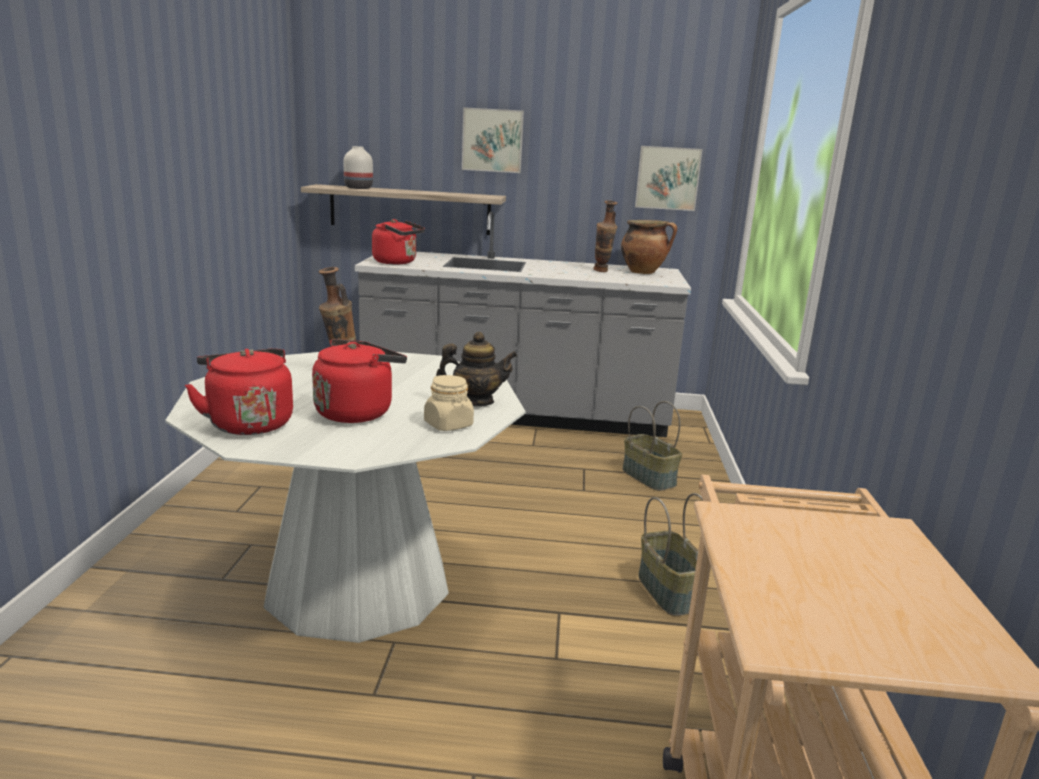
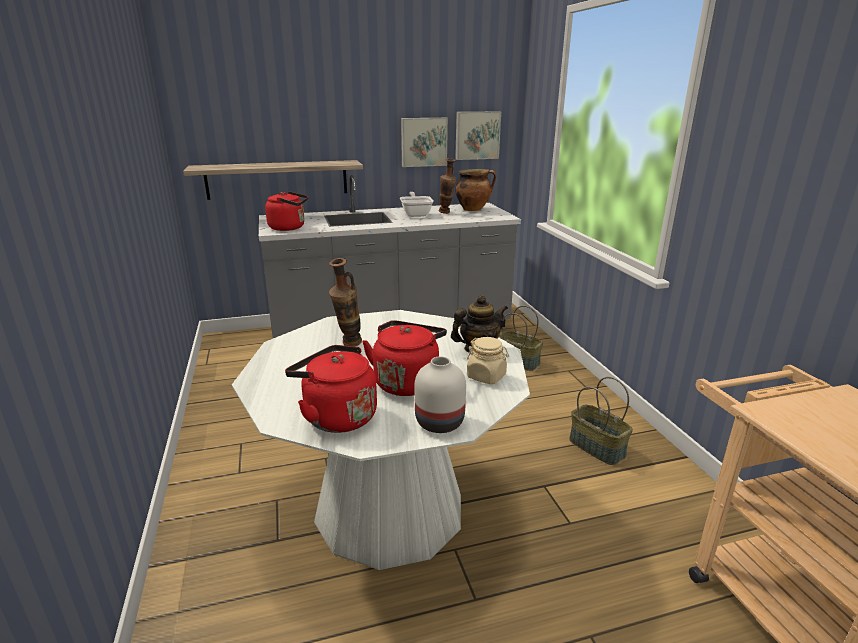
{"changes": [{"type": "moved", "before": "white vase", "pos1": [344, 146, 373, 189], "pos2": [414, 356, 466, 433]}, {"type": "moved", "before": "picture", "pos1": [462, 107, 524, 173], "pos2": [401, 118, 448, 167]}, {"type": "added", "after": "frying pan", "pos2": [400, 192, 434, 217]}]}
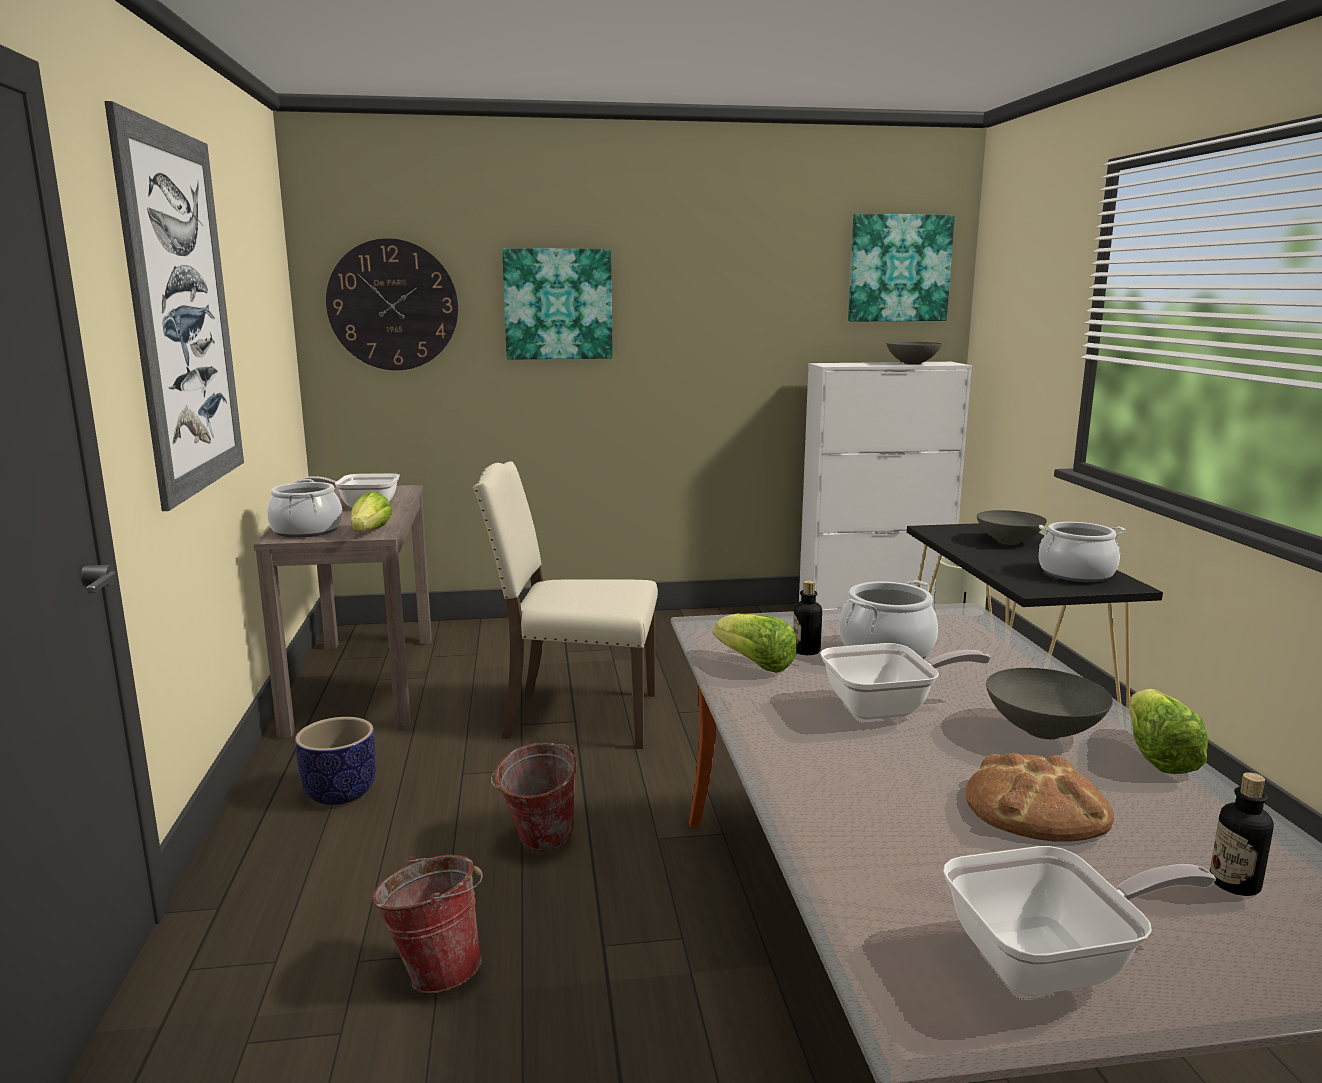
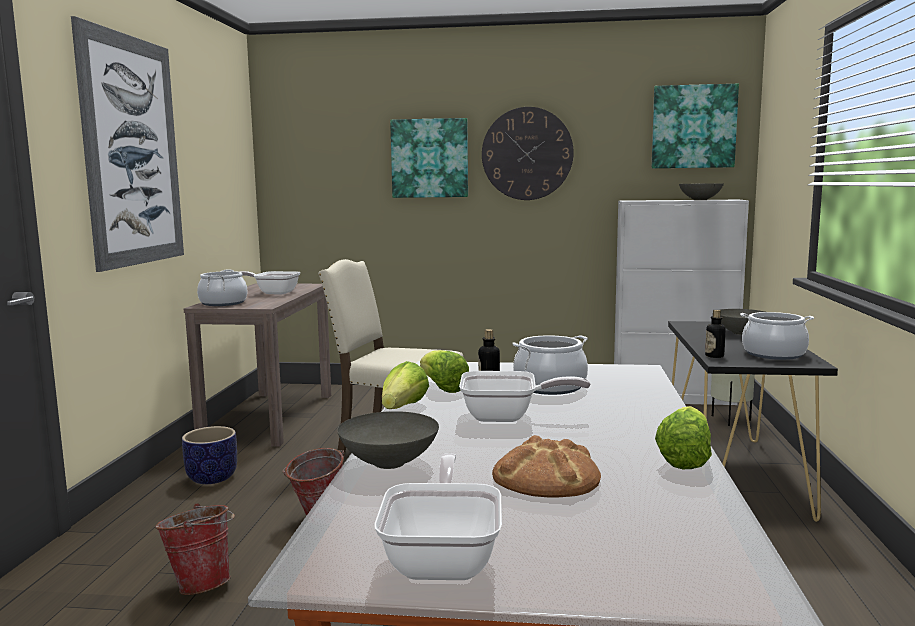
{"changes": [{"type": "moved", "before": "wall clock", "pos1": [326, 238, 458, 370], "pos2": [482, 107, 574, 200]}, {"type": "moved", "before": "lettuce", "pos1": [351, 491, 392, 531], "pos2": [382, 361, 429, 409]}, {"type": "turned", "before": "frying pan", "pos1": [943, 846, 1216, 996], "pos2": [374, 453, 502, 580], "turn": -90}, {"type": "moved", "before": "grey bowl", "pos1": [986, 668, 1113, 739], "pos2": [337, 411, 439, 469]}, {"type": "moved", "before": "bottle", "pos1": [1210, 772, 1274, 896], "pos2": [705, 310, 726, 358]}]}
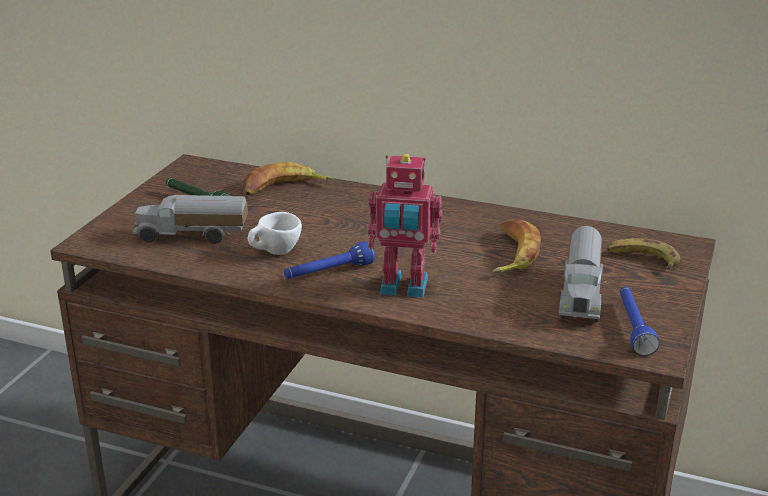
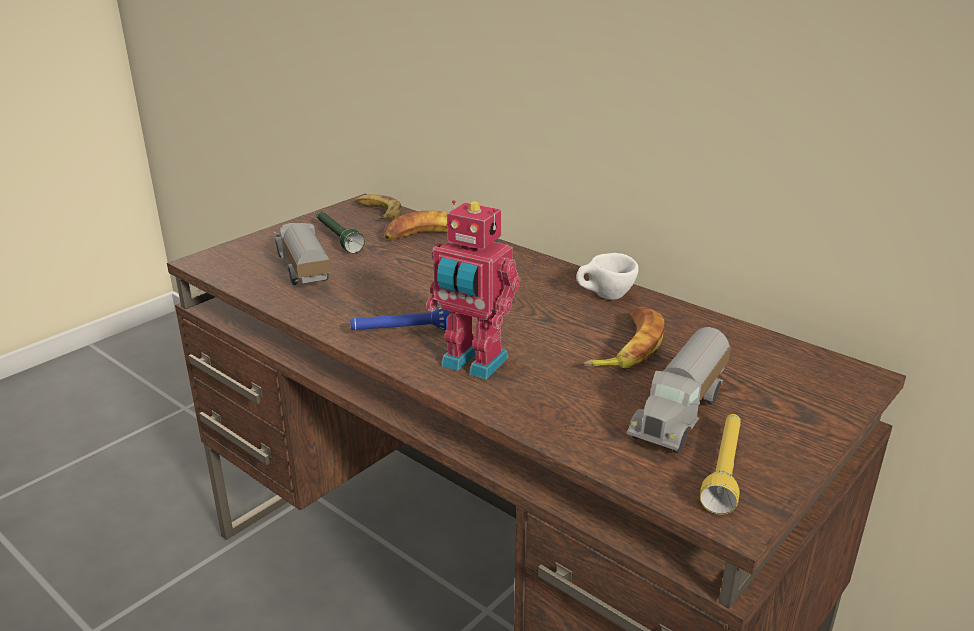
{"changes": [{"type": "turned", "before": "toy truck", "pos1": [133, 195, 248, 244], "pos2": [274, 223, 331, 285], "turn": 45}, {"type": "moved", "before": "white cup", "pos1": [248, 212, 302, 255], "pos2": [576, 253, 639, 300]}, {"type": "moved", "before": "banana", "pos1": [606, 238, 680, 269], "pos2": [355, 194, 402, 220]}, {"type": "recoloured", "before": "blue flashlight", "after": "yellow flashlight", "pos1": [620, 287, 659, 356], "pos2": [700, 414, 741, 515]}]}
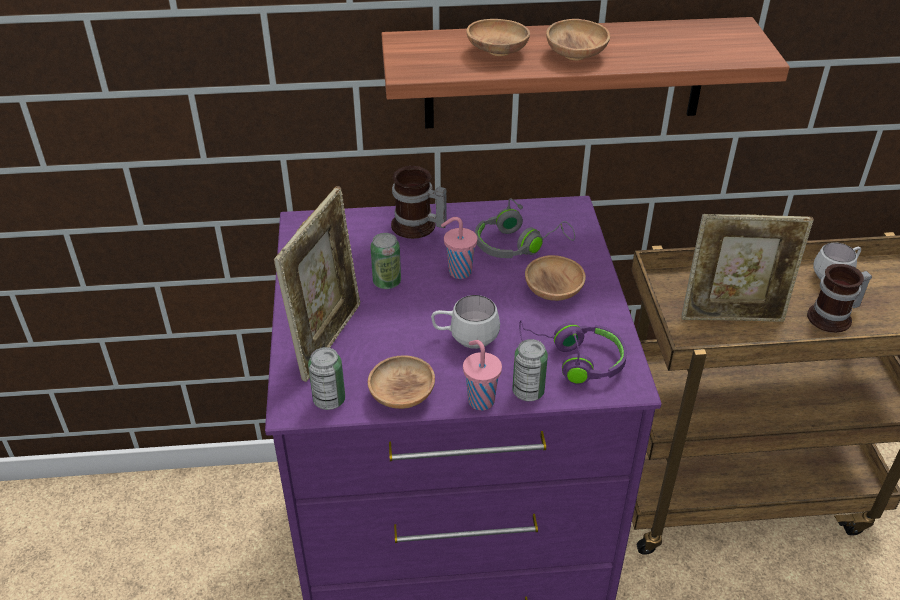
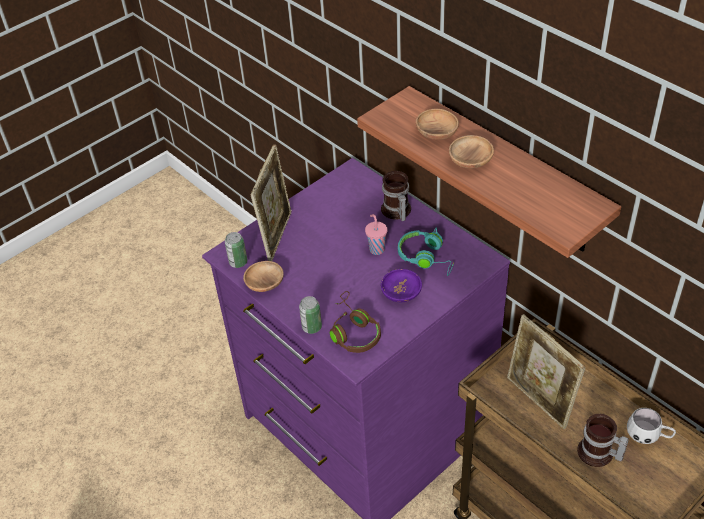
{"changes": [{"type": "turned", "before": "picture frame", "pos1": [274, 186, 361, 382], "pos2": [250, 145, 292, 261], "turn": -60}, {"type": "removed", "before": "can", "pos1": [370, 233, 401, 289]}, {"type": "removed", "before": "white mug", "pos1": [431, 295, 500, 349]}, {"type": "removed", "before": "pink cup", "pos1": [463, 340, 502, 410]}, {"type": "recoloured", "before": "grey headphones", "after": "turquoise headphones", "pos1": [475, 198, 575, 258], "pos2": [398, 227, 454, 276]}, {"type": "recoloured", "before": "purple headphones", "after": "brown headphones", "pos1": [519, 320, 627, 385], "pos2": [330, 291, 381, 353]}, {"type": "recoloured", "before": "brown bowl", "after": "purple bowl", "pos1": [525, 255, 586, 301], "pos2": [381, 269, 422, 302]}]}
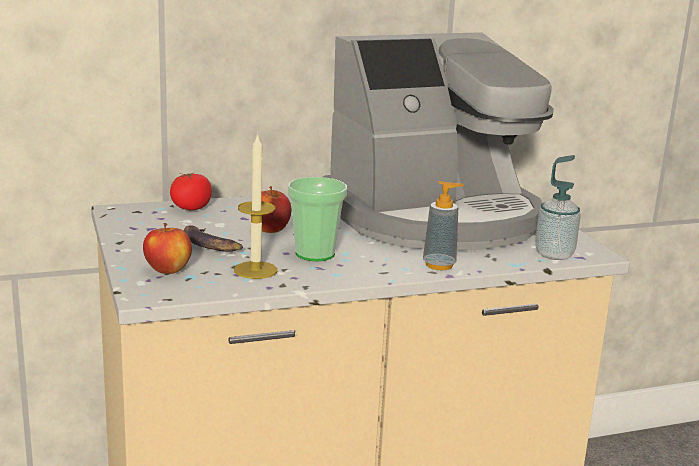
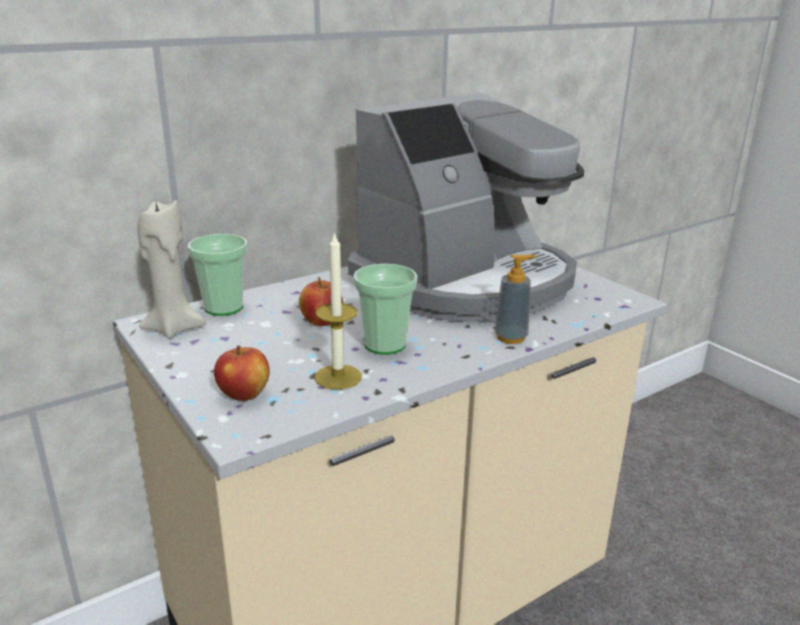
{"changes": [{"type": "replaced", "before": "tomato", "after": "cup", "pos1": [170, 173, 212, 210], "pos2": [188, 234, 247, 316]}, {"type": "removed", "before": "banana", "pos1": [183, 225, 243, 252]}, {"type": "removed", "before": "soap dispenser", "pos1": [535, 155, 581, 260]}, {"type": "added", "after": "beige candle", "pos2": [137, 198, 206, 339]}]}
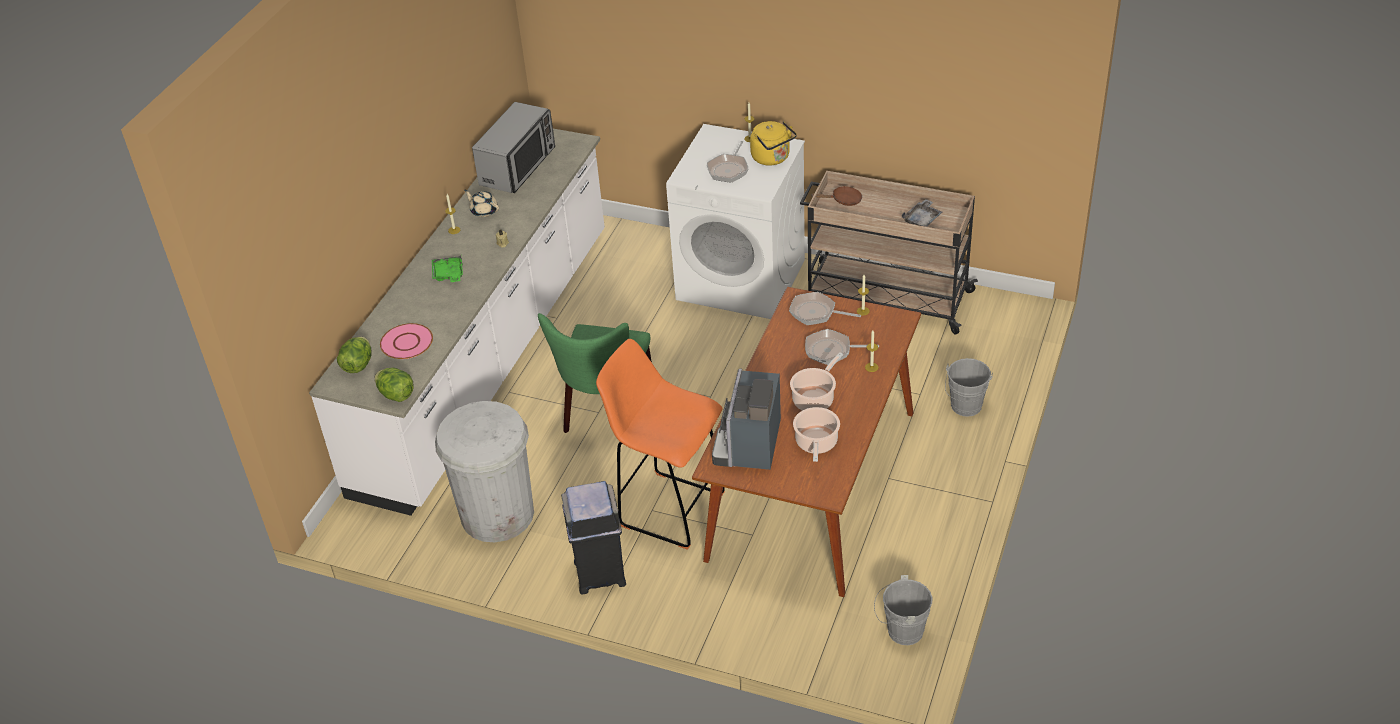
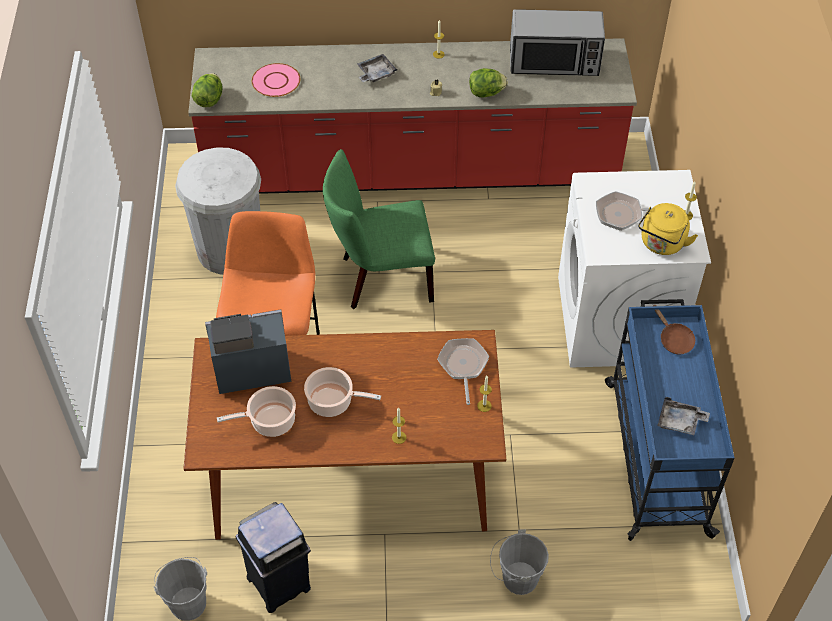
{"changes": [{"type": "recoloured", "before": "white counter", "after": "red counter", "pos1": [309, 129, 605, 516], "pos2": [188, 38, 637, 194]}, {"type": "moved", "before": "lettuce", "pos1": [337, 337, 371, 373], "pos2": [469, 68, 508, 97]}, {"type": "recoloured", "before": "green tray", "after": "grey tray", "pos1": [432, 256, 463, 282], "pos2": [357, 54, 398, 82]}, {"type": "removed", "before": "beige teapot", "pos1": [464, 190, 499, 217]}, {"type": "moved", "before": "black trash can", "pos1": [561, 481, 626, 594], "pos2": [236, 502, 311, 613]}, {"type": "recoloured", "before": "beige cart", "after": "blue cart", "pos1": [800, 171, 978, 335], "pos2": [605, 299, 735, 541]}, {"type": "removed", "before": "frying pan", "pos1": [805, 329, 879, 365]}]}
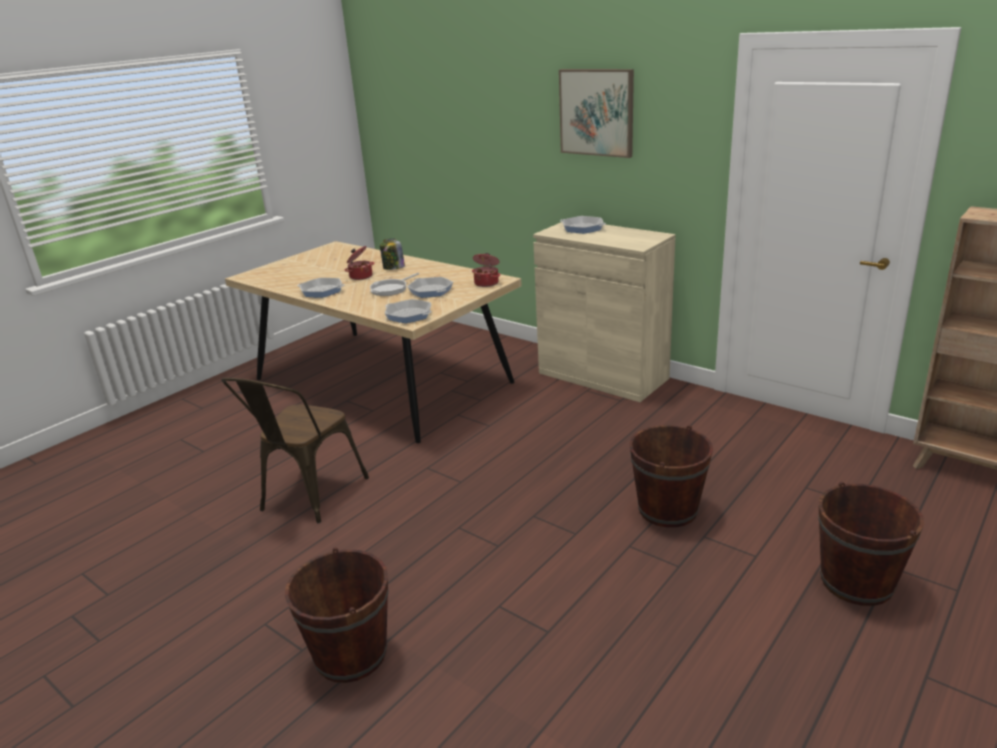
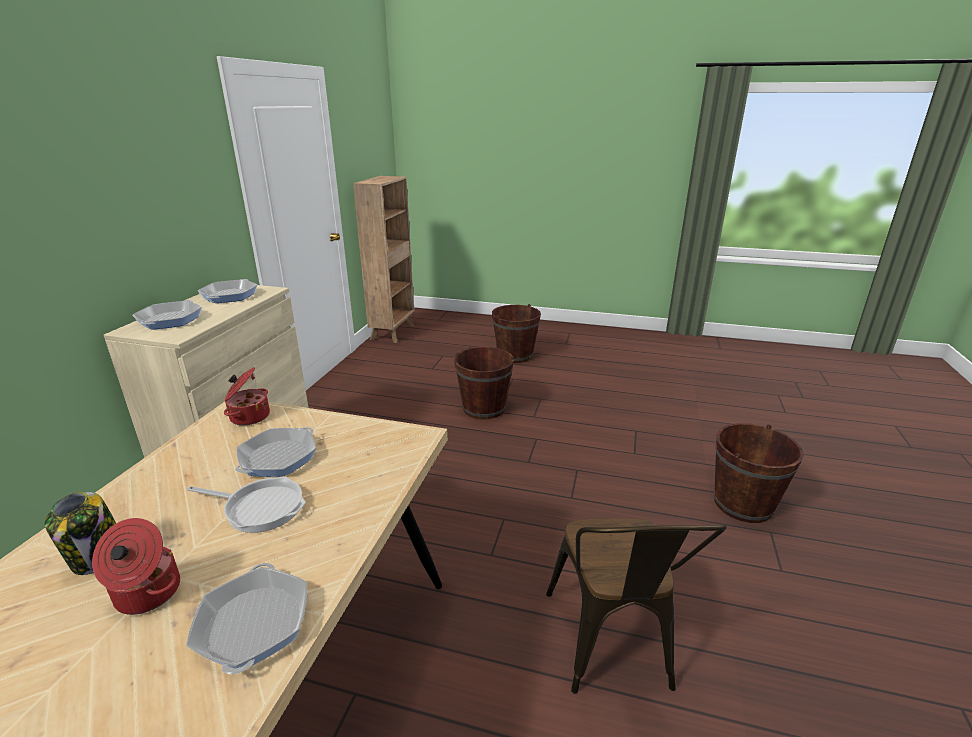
{"changes": [{"type": "turned", "before": "brown chair", "pos1": [221, 378, 369, 523], "pos2": [546, 518, 727, 694], "turn": 90}, {"type": "moved", "before": "frying pan", "pos1": [385, 299, 432, 323], "pos2": [198, 279, 257, 303]}, {"type": "removed", "before": "picture", "pos1": [559, 69, 634, 158]}]}
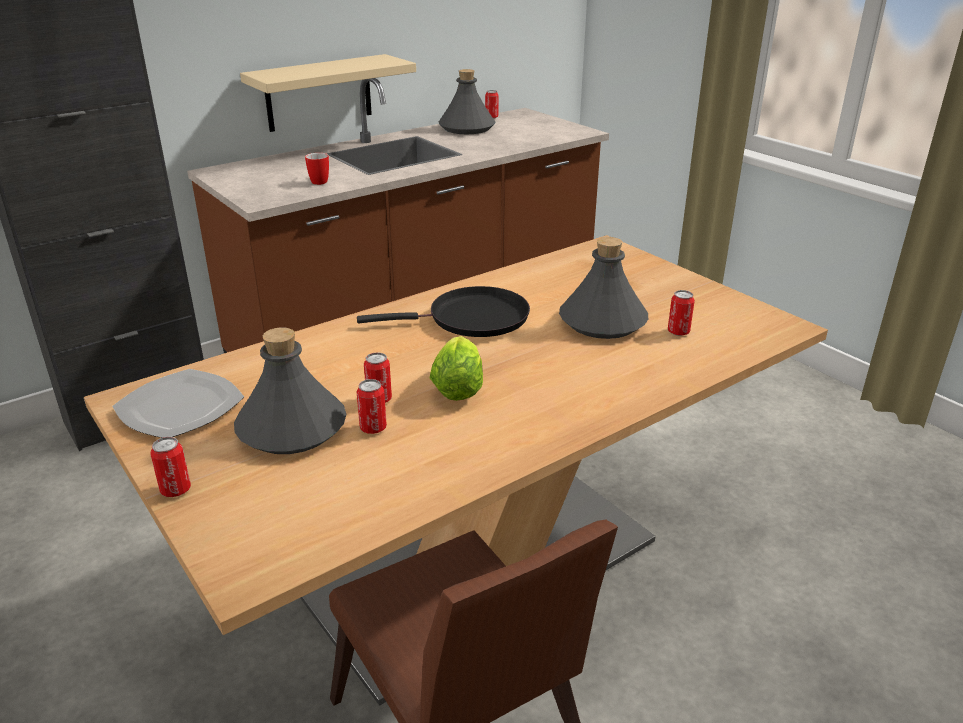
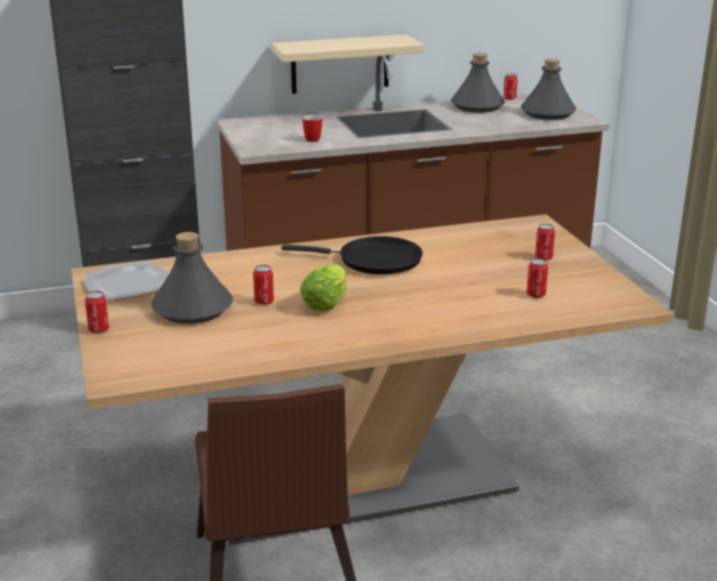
{"changes": [{"type": "moved", "before": "can", "pos1": [357, 379, 387, 434], "pos2": [535, 224, 555, 260]}, {"type": "moved", "before": "grey bottle", "pos1": [559, 237, 648, 339], "pos2": [521, 59, 576, 120]}]}
